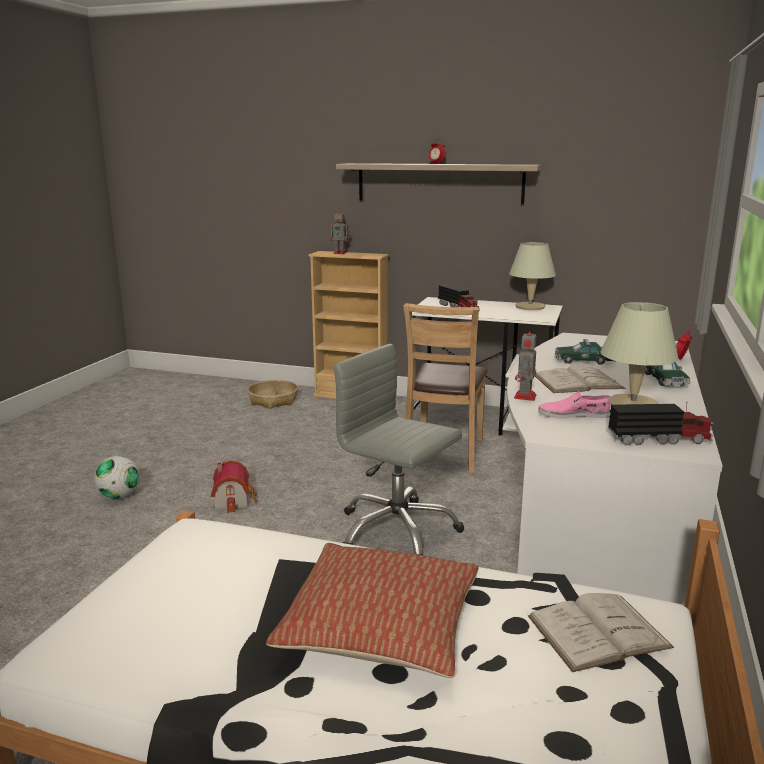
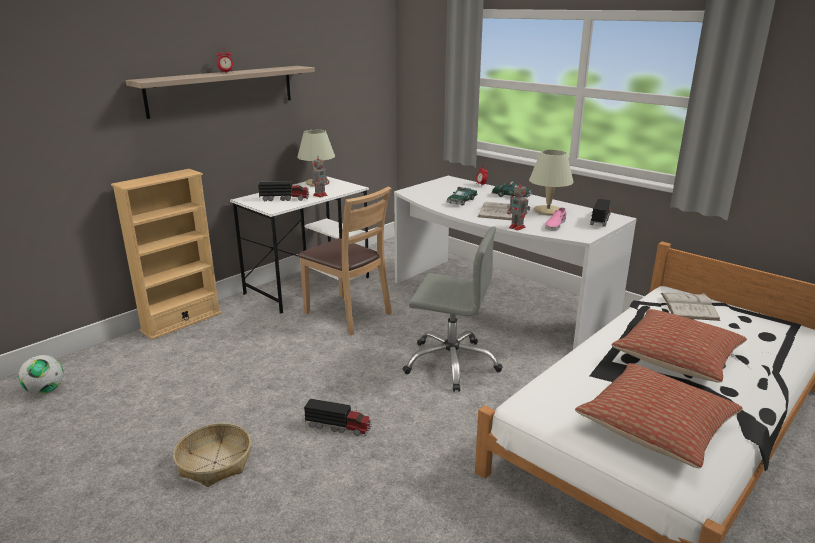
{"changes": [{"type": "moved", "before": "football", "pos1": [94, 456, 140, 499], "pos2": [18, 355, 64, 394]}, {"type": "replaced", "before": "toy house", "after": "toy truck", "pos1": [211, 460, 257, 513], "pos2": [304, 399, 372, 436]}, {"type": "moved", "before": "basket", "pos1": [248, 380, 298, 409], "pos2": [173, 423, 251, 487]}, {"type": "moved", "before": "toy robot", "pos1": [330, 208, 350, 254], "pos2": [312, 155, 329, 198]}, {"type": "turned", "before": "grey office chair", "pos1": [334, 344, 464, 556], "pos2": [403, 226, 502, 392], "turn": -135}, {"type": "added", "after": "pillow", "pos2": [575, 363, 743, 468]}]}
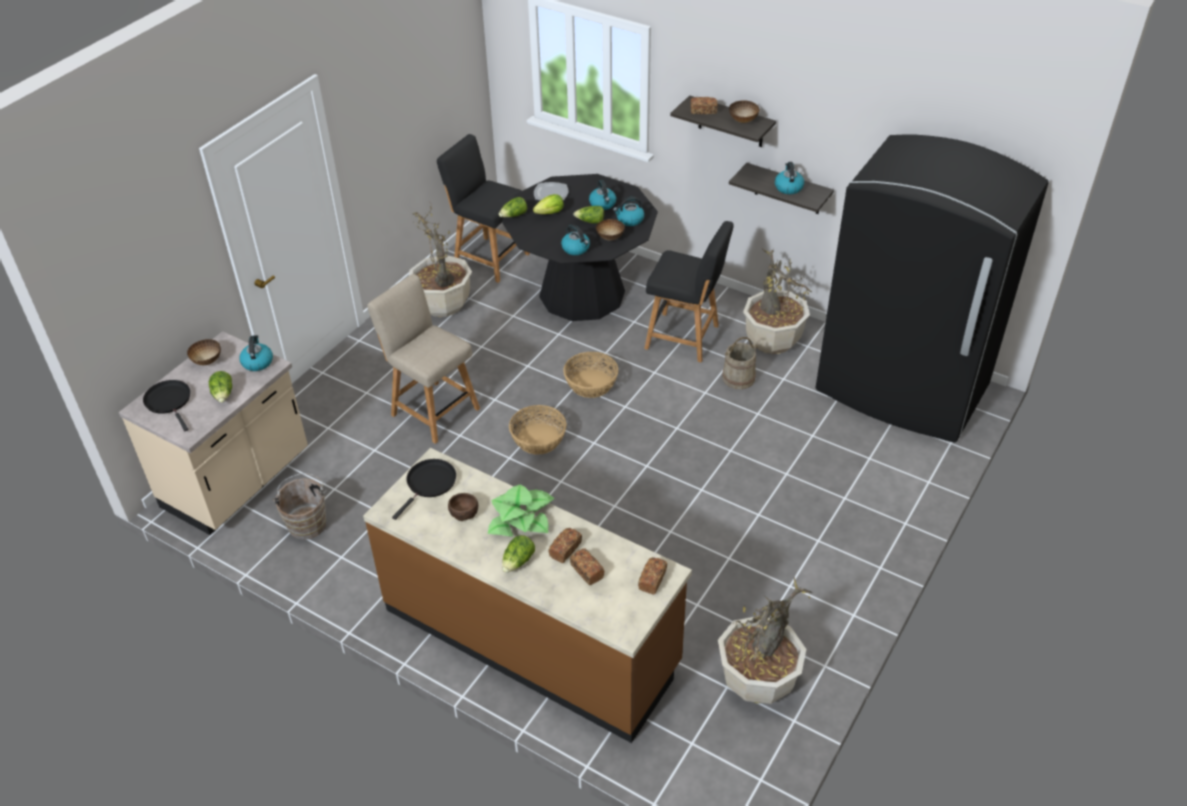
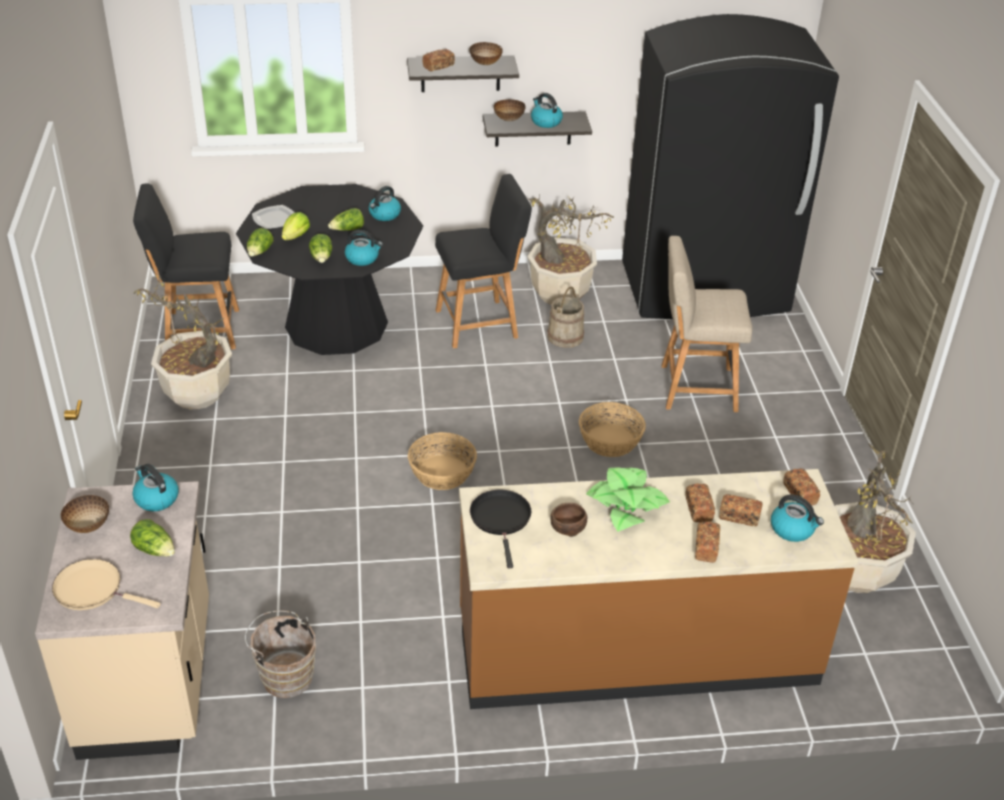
{"changes": [{"type": "recoloured", "before": "black frying pan", "after": "beige frying pan", "pos1": [143, 380, 190, 431], "pos2": [52, 559, 160, 610]}, {"type": "moved", "before": "beige chair", "pos1": [367, 274, 480, 444], "pos2": [662, 236, 753, 412]}, {"type": "moved", "before": "lettuce", "pos1": [502, 535, 535, 573], "pos2": [309, 234, 332, 263]}, {"type": "moved", "before": "basket", "pos1": [563, 352, 618, 398], "pos2": [579, 402, 646, 457]}, {"type": "moved", "before": "kettle", "pos1": [589, 180, 616, 210], "pos2": [771, 494, 824, 542]}, {"type": "moved", "before": "bowl", "pos1": [596, 219, 625, 240], "pos2": [494, 99, 525, 121]}, {"type": "added", "after": "bread", "pos2": [695, 521, 720, 563]}]}
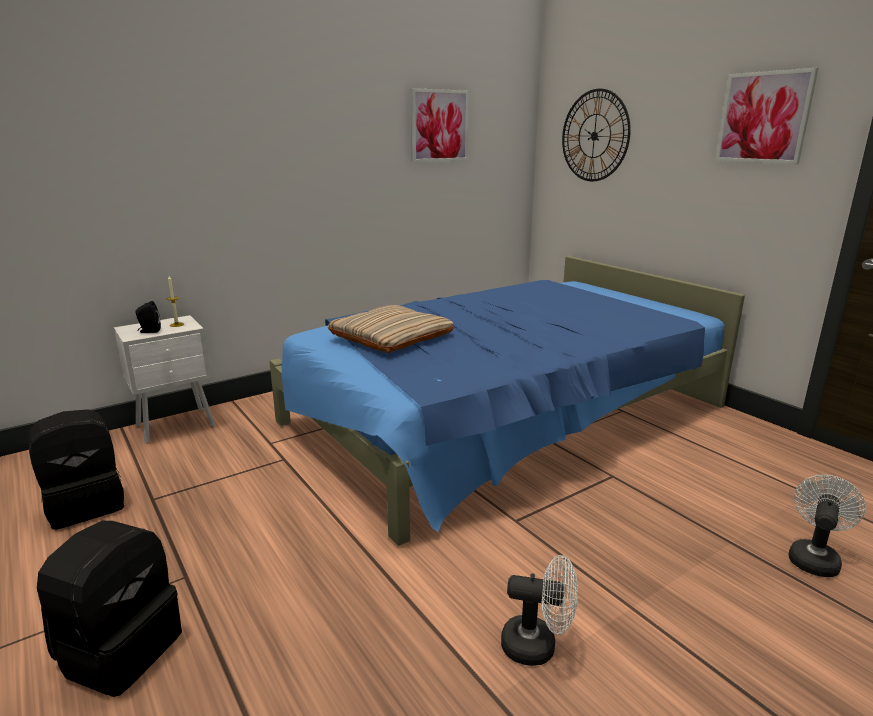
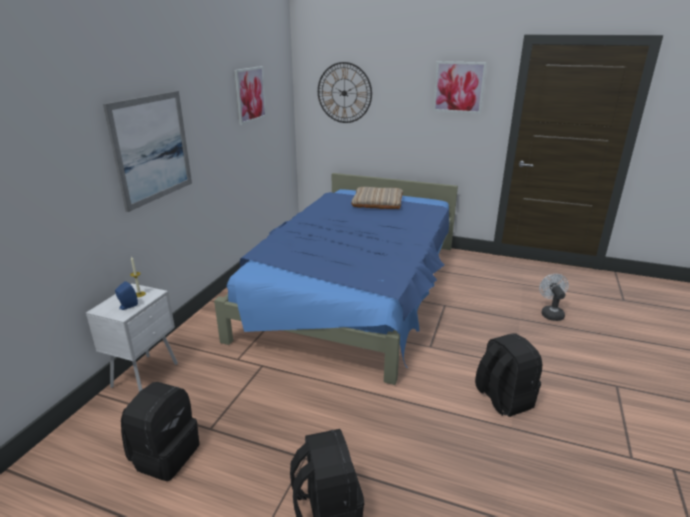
{"changes": [{"type": "recoloured", "before": "black speaker", "after": "blue speaker", "pos1": [135, 301, 161, 333], "pos2": [115, 281, 138, 310]}, {"type": "moved", "before": "beige pillow", "pos1": [328, 305, 454, 353], "pos2": [351, 187, 403, 209]}, {"type": "replaced", "before": "white fan", "after": "black backpack", "pos1": [501, 555, 578, 666], "pos2": [475, 333, 543, 417]}, {"type": "added", "after": "picture", "pos2": [103, 91, 192, 212]}]}
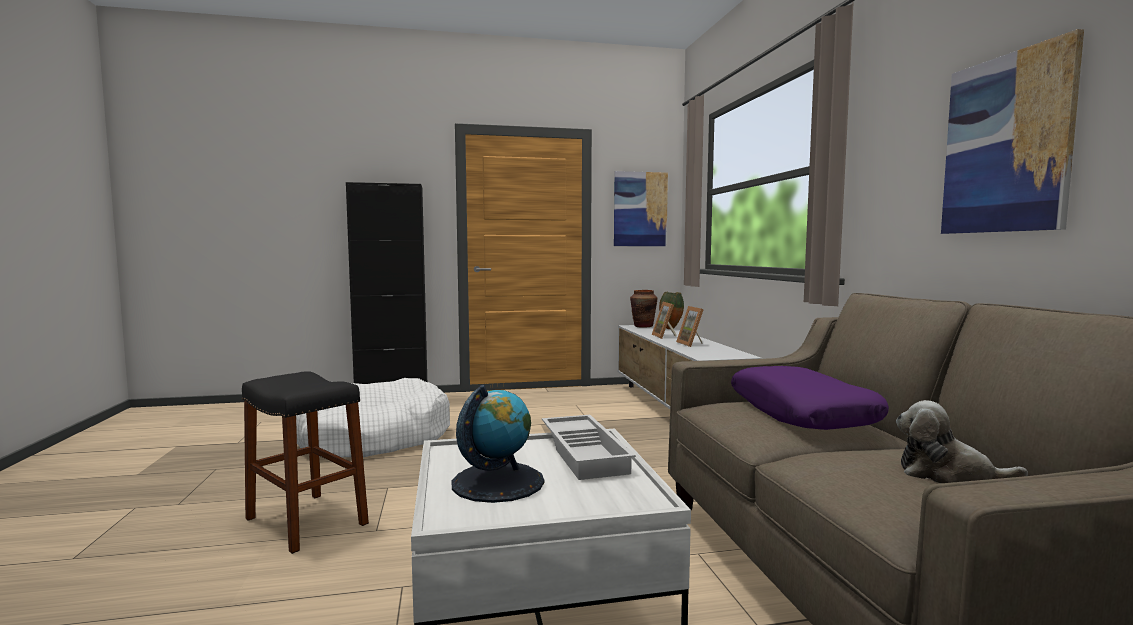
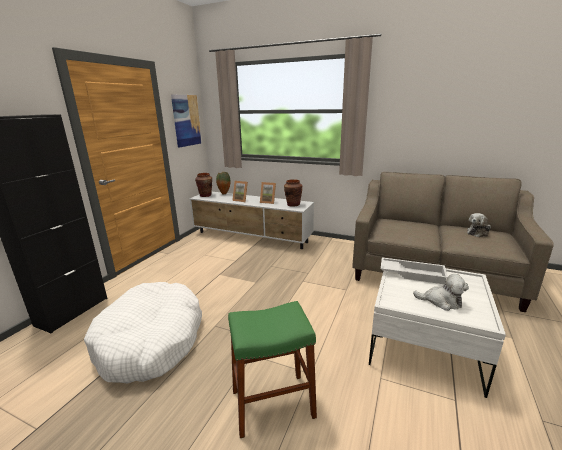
{"changes": [{"type": "recoloured", "before": "black stool", "after": "green stool", "pos1": [242, 371, 369, 554], "pos2": [228, 301, 317, 438]}, {"type": "replaced", "before": "globe", "after": "plush toy", "pos1": [452, 385, 545, 503], "pos2": [413, 274, 469, 311]}, {"type": "removed", "before": "purple pillow", "pos1": [731, 366, 889, 430]}, {"type": "removed", "before": "picture", "pos1": [941, 29, 1084, 234]}, {"type": "added", "after": "brown vase", "pos2": [284, 179, 302, 207]}]}
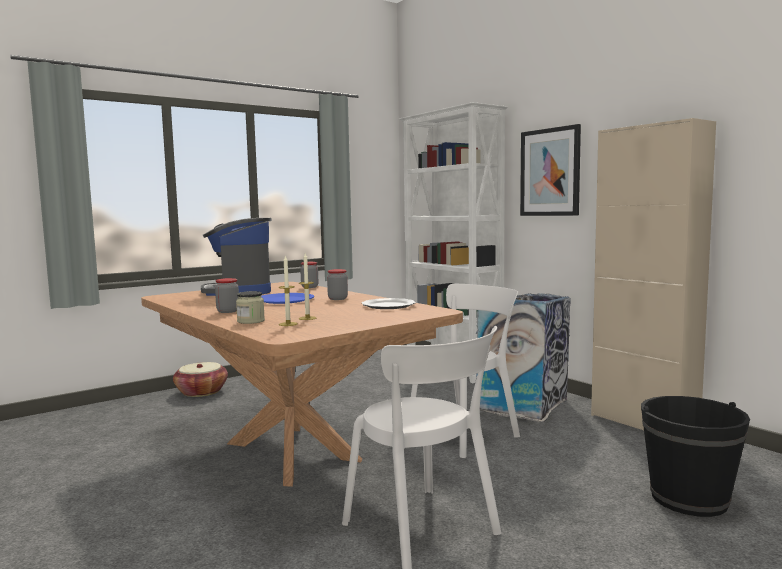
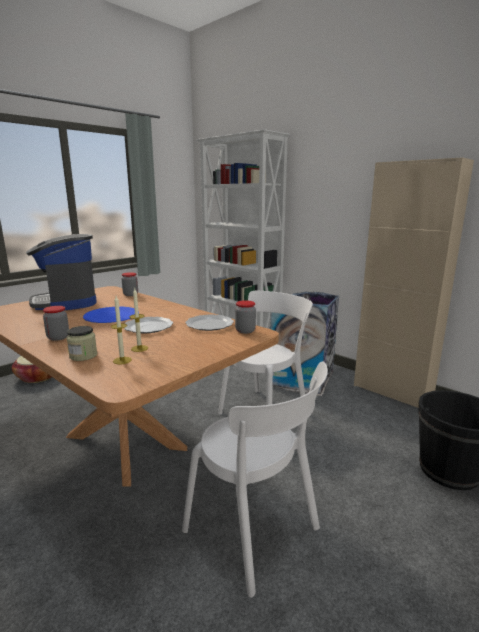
{"changes": [{"type": "moved", "before": "jar", "pos1": [327, 269, 348, 300], "pos2": [235, 300, 256, 334]}, {"type": "removed", "before": "picture", "pos1": [520, 124, 581, 216]}, {"type": "added", "after": "plate", "pos2": [124, 317, 173, 333]}]}
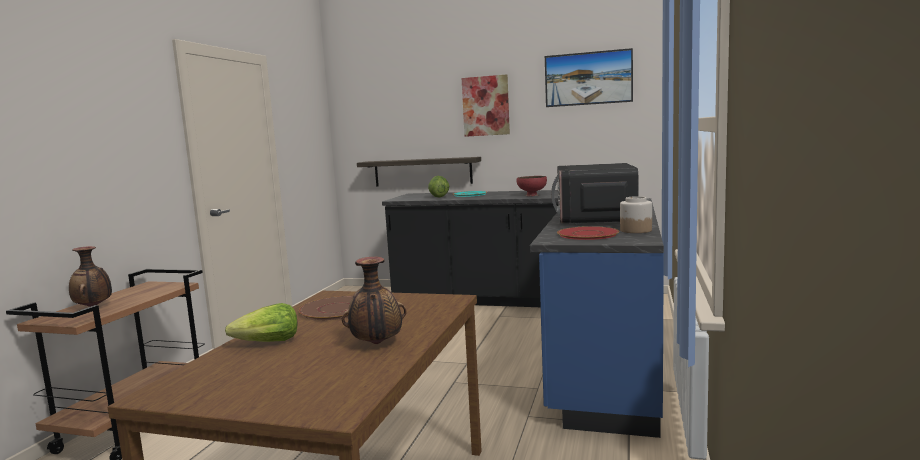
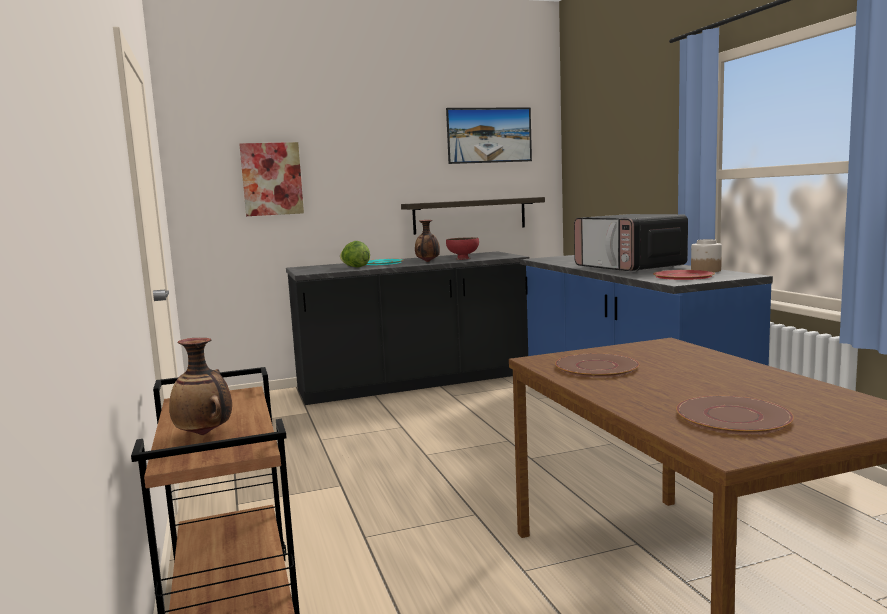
{"changes": [{"type": "removed", "before": "lettuce", "pos1": [225, 303, 297, 342]}, {"type": "moved", "before": "vase", "pos1": [342, 257, 406, 344], "pos2": [415, 220, 440, 262]}, {"type": "moved", "before": "shelf", "pos1": [357, 157, 481, 186], "pos2": [401, 197, 545, 235]}, {"type": "moved", "before": "picture", "pos1": [462, 74, 510, 137], "pos2": [239, 142, 304, 216]}, {"type": "added", "after": "brown plate", "pos2": [676, 396, 794, 434]}]}
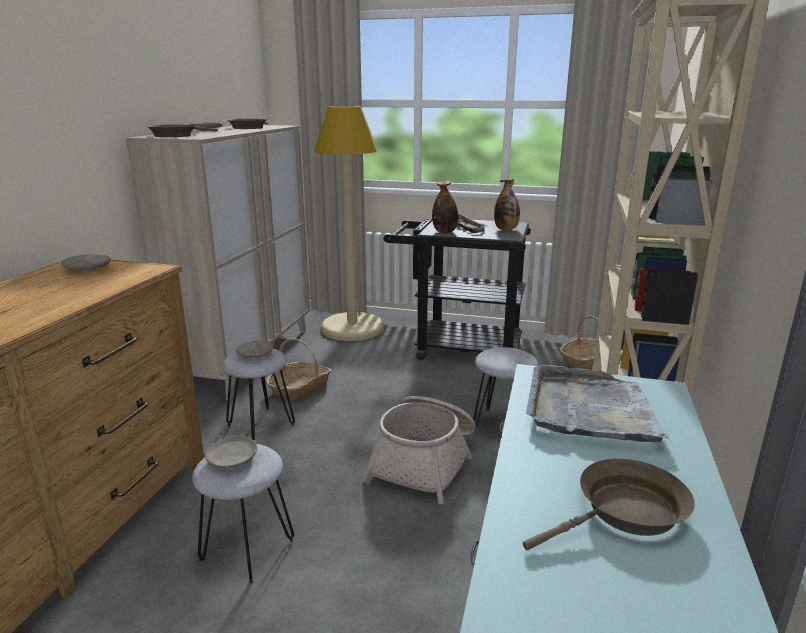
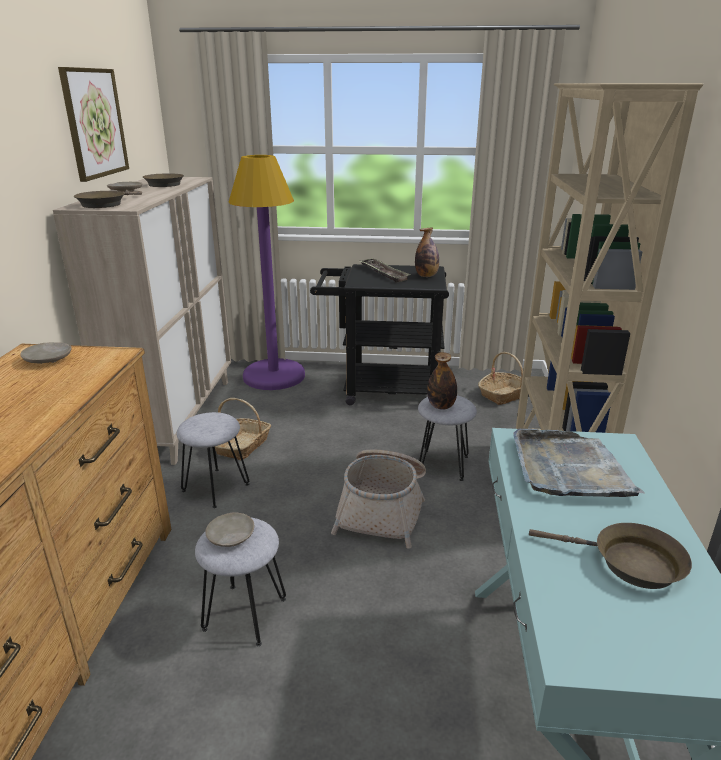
{"changes": [{"type": "removed", "before": "beige plate", "pos1": [236, 341, 273, 358]}, {"type": "recoloured", "before": "beige floor lamp", "after": "purple floor lamp", "pos1": [314, 106, 384, 341], "pos2": [228, 155, 305, 390]}, {"type": "moved", "before": "bottle", "pos1": [432, 180, 458, 233], "pos2": [427, 352, 457, 410]}, {"type": "turned", "before": "brown frying pan", "pos1": [523, 458, 695, 550], "pos2": [529, 523, 692, 589], "turn": 60}, {"type": "added", "after": "picture", "pos2": [58, 67, 129, 182]}]}
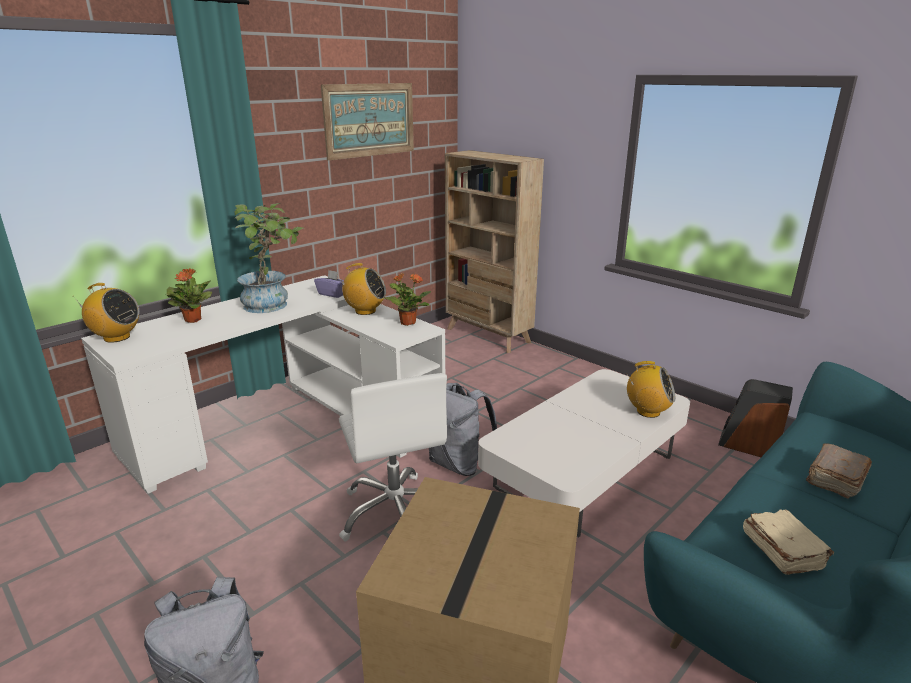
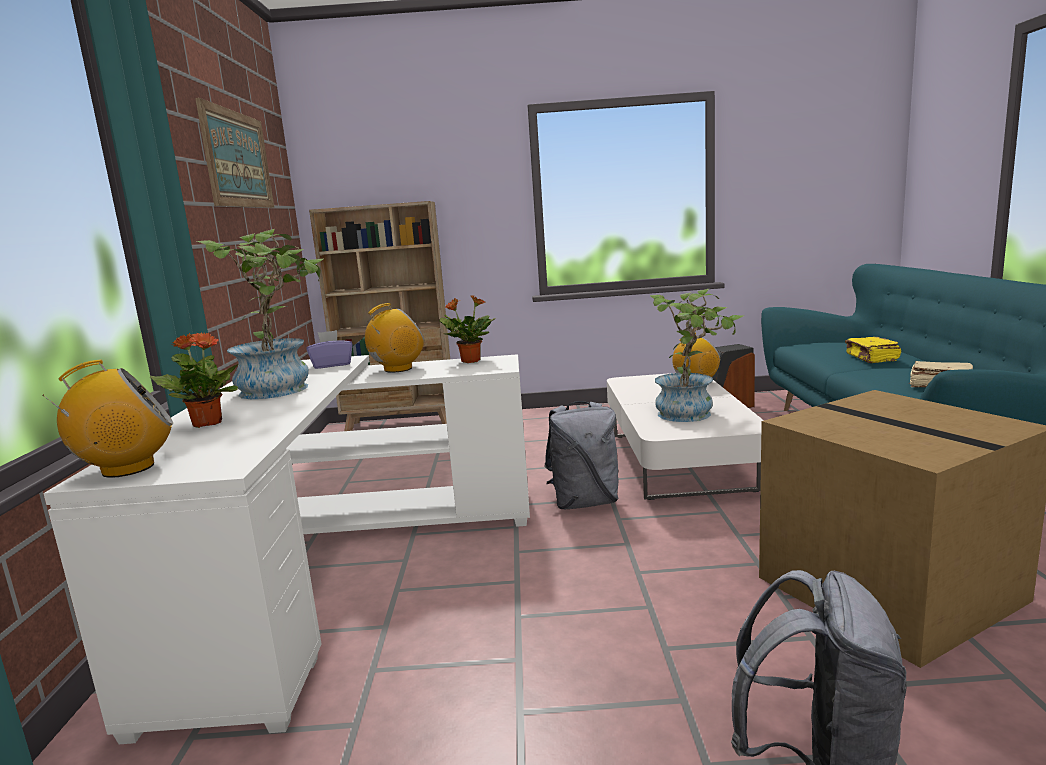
{"changes": [{"type": "removed", "before": "white office chair", "pos1": [339, 373, 447, 541]}, {"type": "recoloured", "before": "brown book", "after": "yellow book", "pos1": [806, 443, 872, 499], "pos2": [845, 337, 901, 363]}, {"type": "added", "after": "potted plant", "pos2": [650, 288, 743, 422]}]}
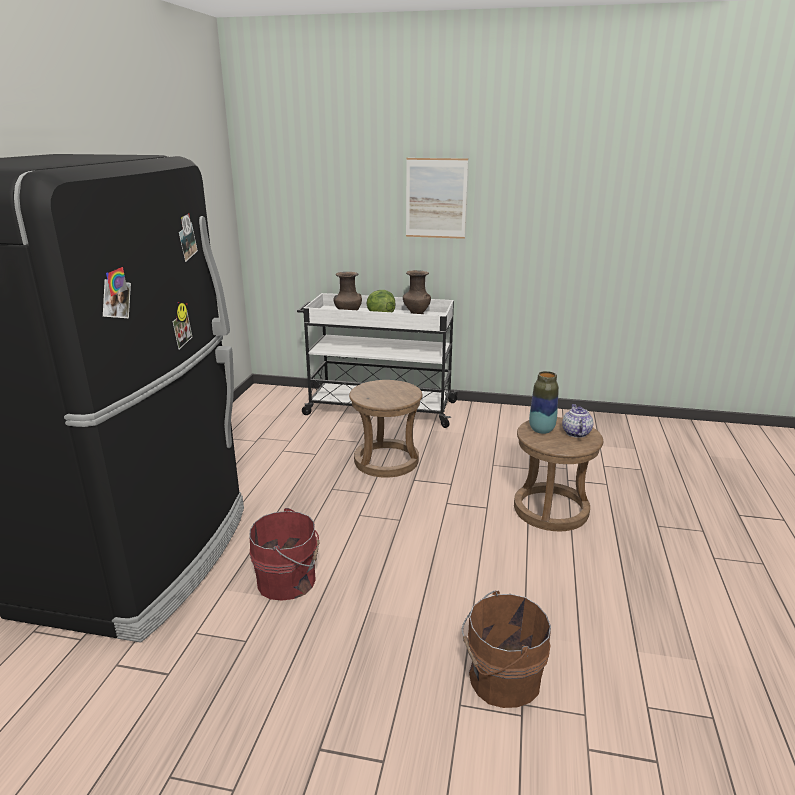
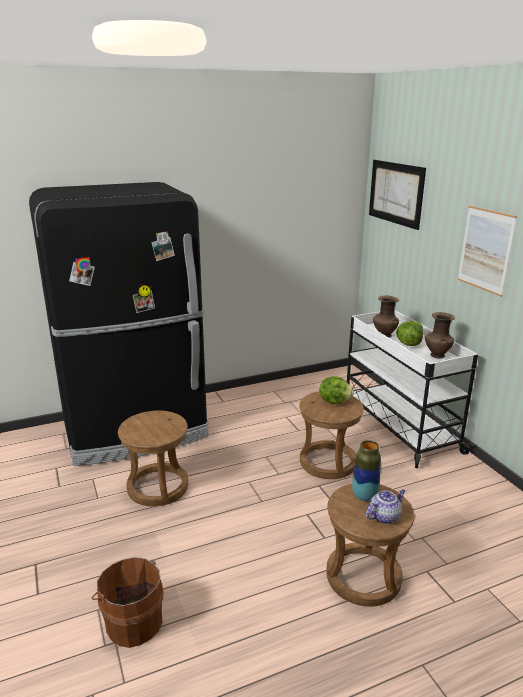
{"changes": [{"type": "replaced", "before": "red bucket", "after": "brown stool", "pos1": [249, 508, 319, 601], "pos2": [118, 411, 188, 507]}, {"type": "added", "after": "lettuce", "pos2": [320, 376, 354, 404]}, {"type": "added", "after": "picture", "pos2": [369, 160, 426, 230]}]}
